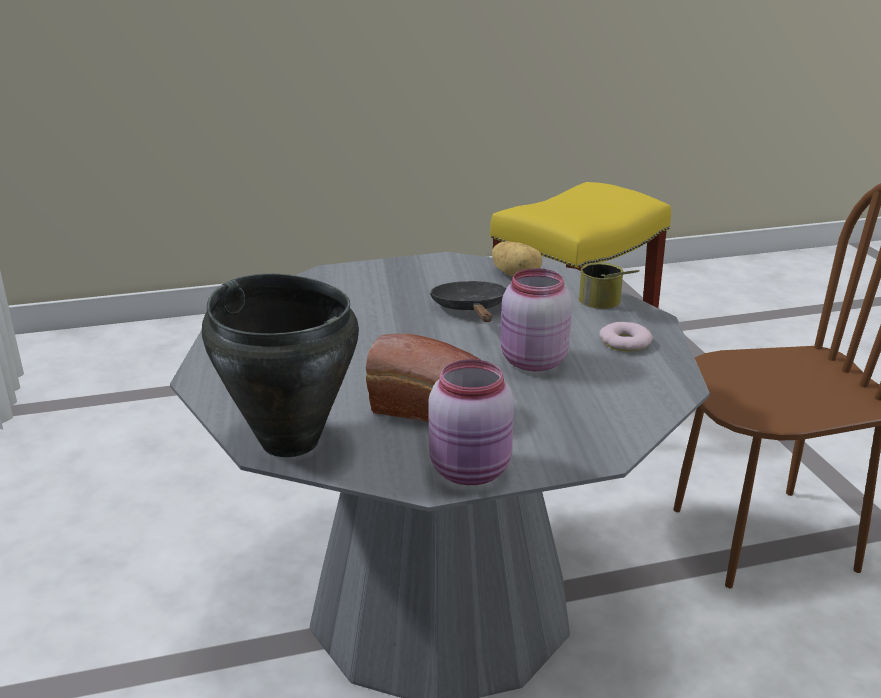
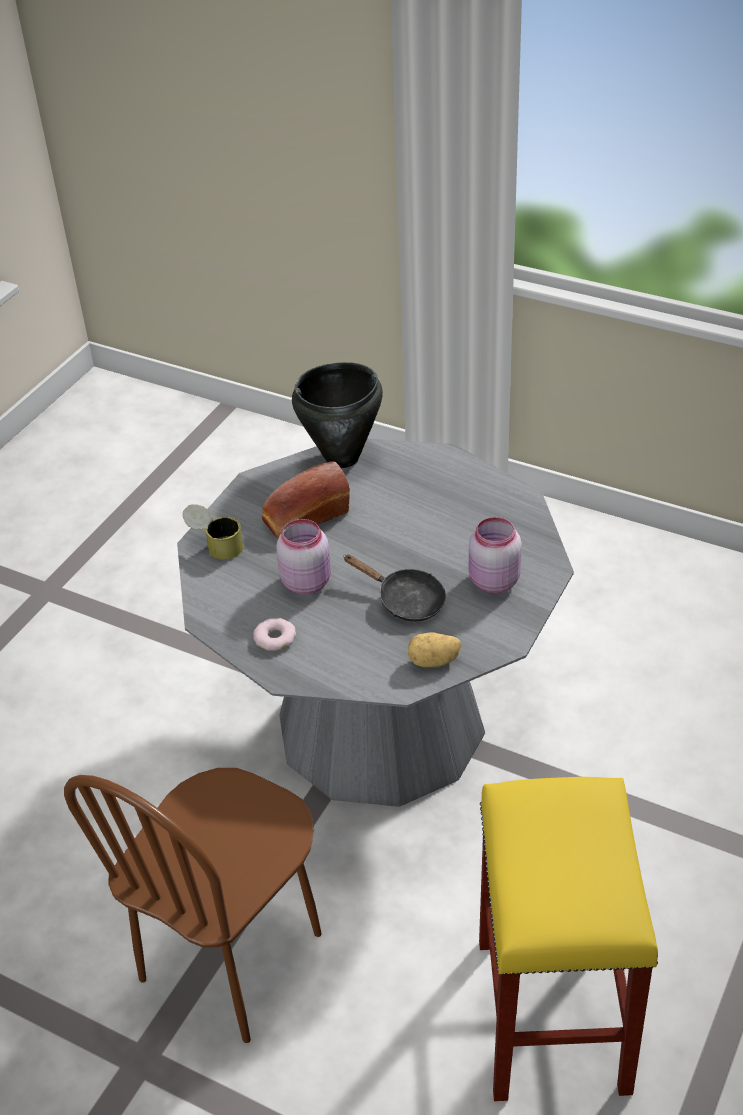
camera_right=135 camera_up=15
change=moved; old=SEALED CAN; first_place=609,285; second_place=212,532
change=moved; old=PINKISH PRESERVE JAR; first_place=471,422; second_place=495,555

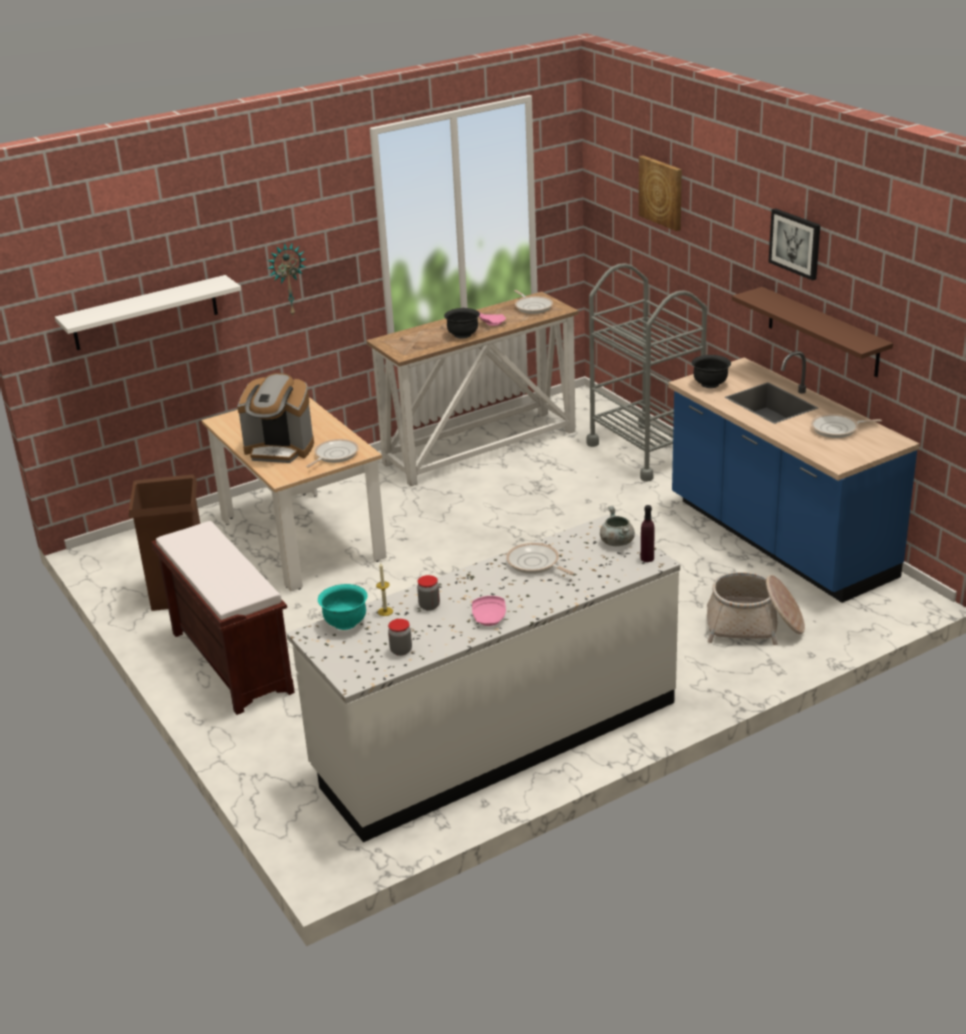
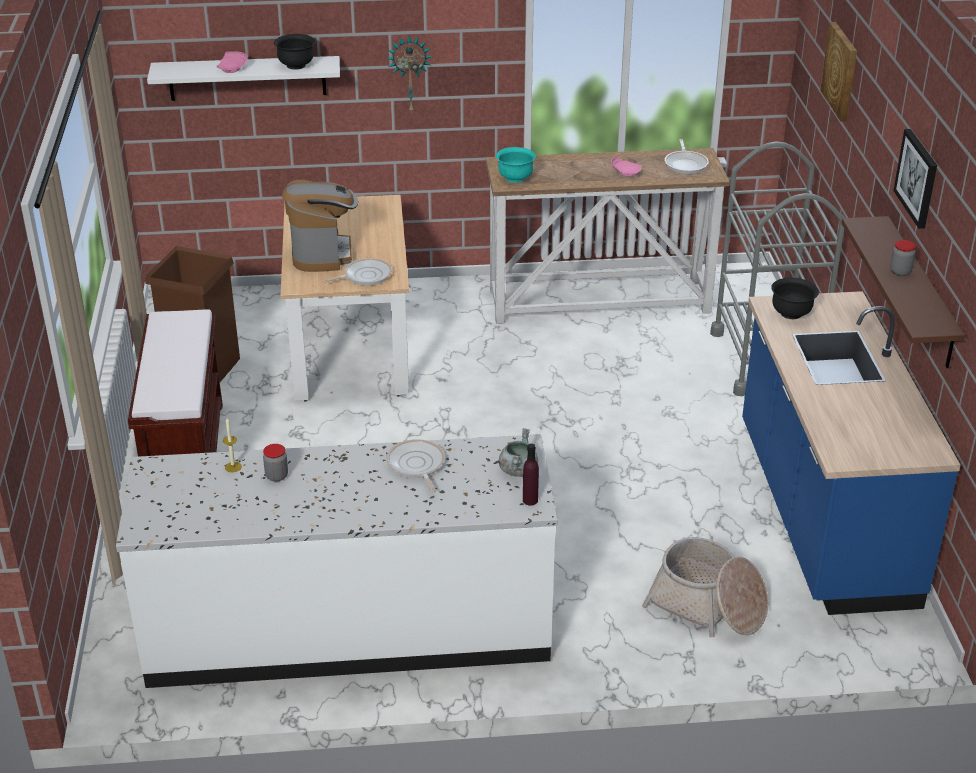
camera_right=25 camera_up=5
change=moved; old=BLACK-COLOURED DEEP DISH; first_place=462,323; second_place=295,52
change=turned; old=COFFEE MAKER; first_place=275,418; second_place=320,226; degrees=-135
change=removed; old=FRYING PAN; first_place=846,426
change=moved; old=TURQUOISE DEEP DISH; first_place=343,607; second_place=516,165
change=moved; old=PINKISH PLATE; first_place=489,611; second_place=232,62
change=moved; old=PRESERVE JAR; first_place=400,637; second_place=903,258

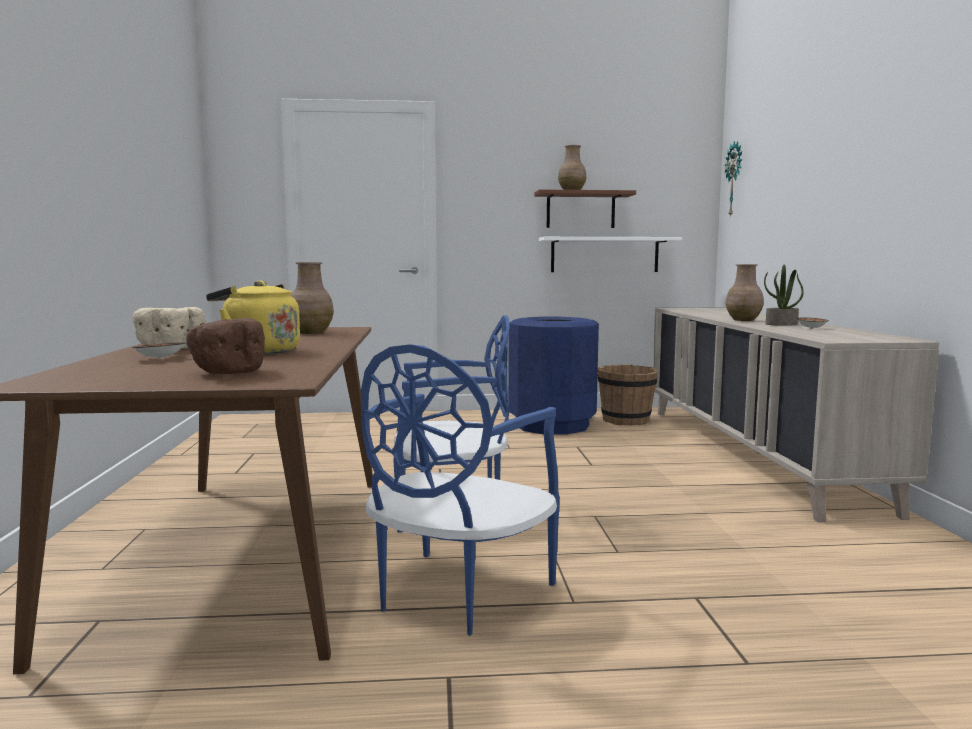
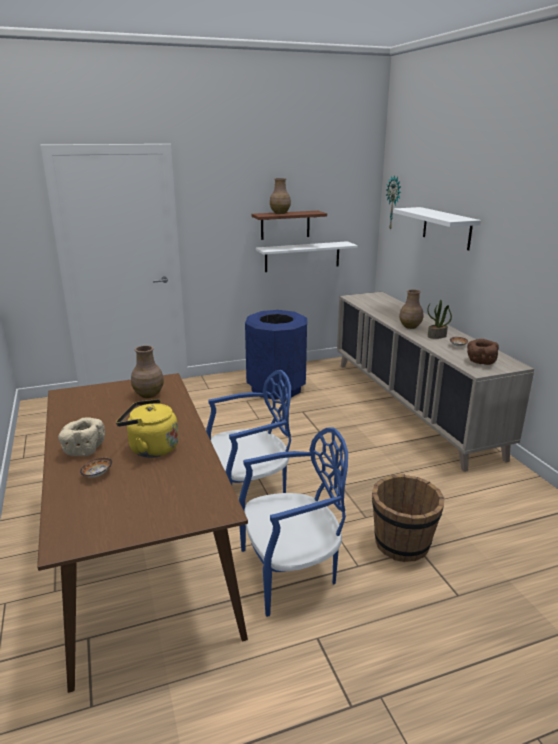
camera_right=-15 camera_up=15
change=moved; old=BROWNISH DEEP DISH; first_place=225,346; second_place=483,352
change=turned; old=BLUE PLAIN CHAIR; first_place=460,490; second_place=293,522; degrees=-120
change=moved; old=BROWNISH PAIL; first_place=628,394; second_place=408,518
change=added; new=WHITE-COLOURED SHELF; second_place=437,228

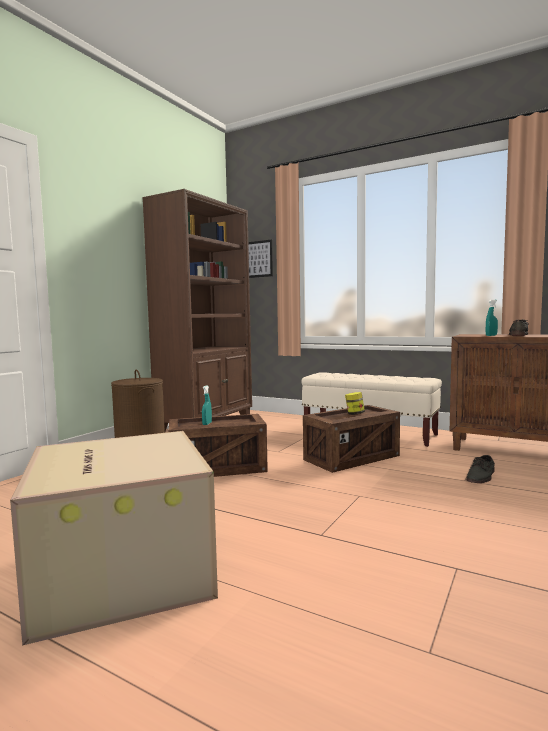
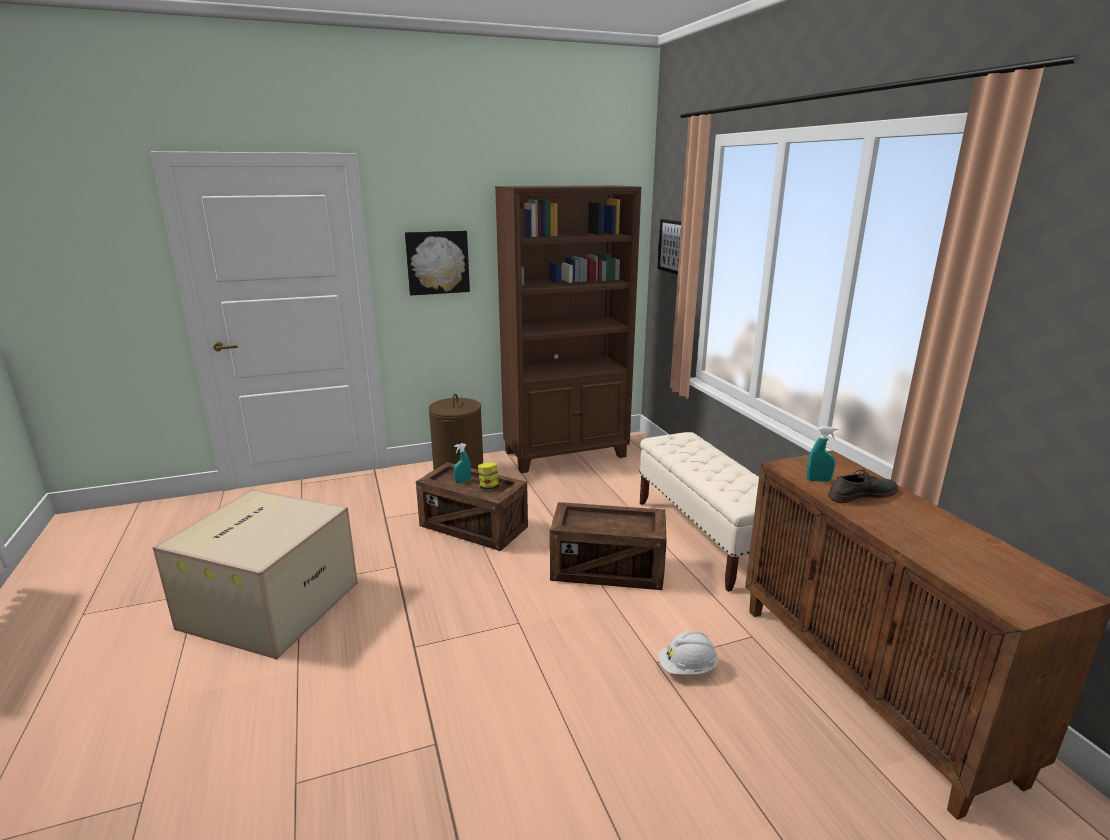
camera_right=40 camera_up=15
change=moved; old=PRESERVE JAR; first_place=355,403; second_place=488,476
change=replaced; old=GRAY ITEM OF FOOTWEAR; new=WHITE-COLOURED SAFETY HELMET; first_place=480,469; second_place=688,653
change=added; new=WALL PICTURE; second_place=437,262

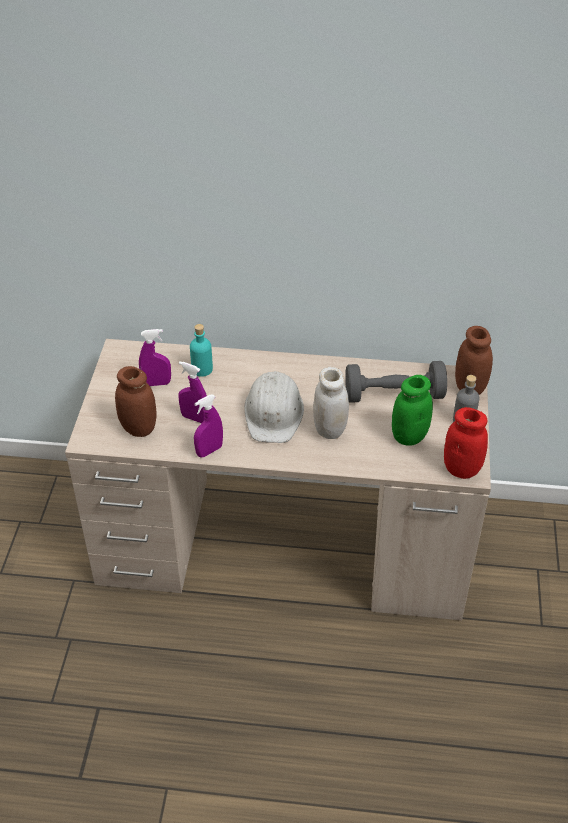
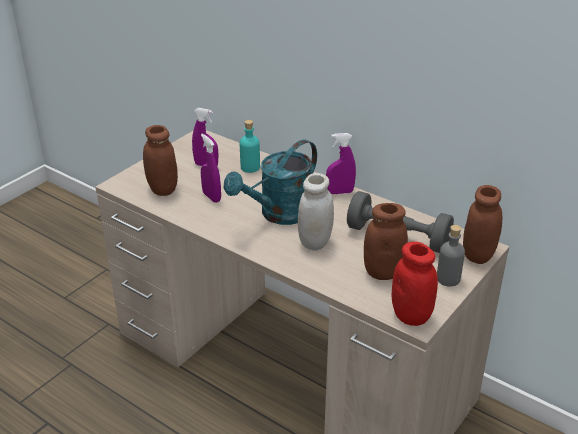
camera_right=30 camera_up=-10
change=replaced; old=WHITE-COLOURED SAFETY HELMET; new=TURQUOISE WATERING CAN; first_place=274,407; second_place=270,182
change=recoloured; old=GREEN PRESERVE JAR; new=BROWNISH PRESERVE JAR; first_place=412,410; second_place=386,241
change=moved; old=PURPLISH SPRAY BOTTLE; first_place=208,426; second_place=341,163

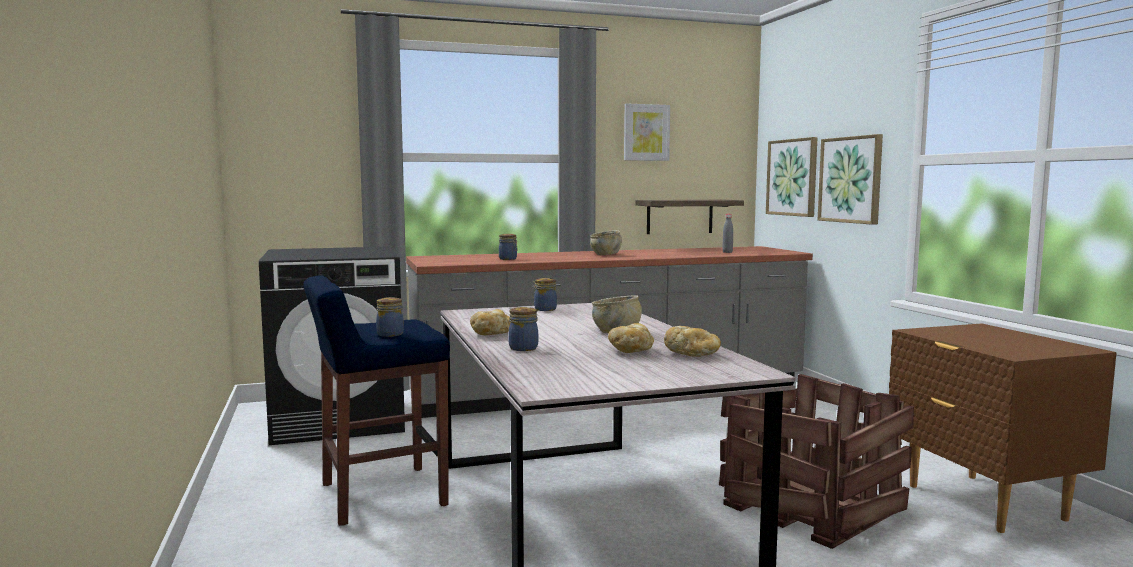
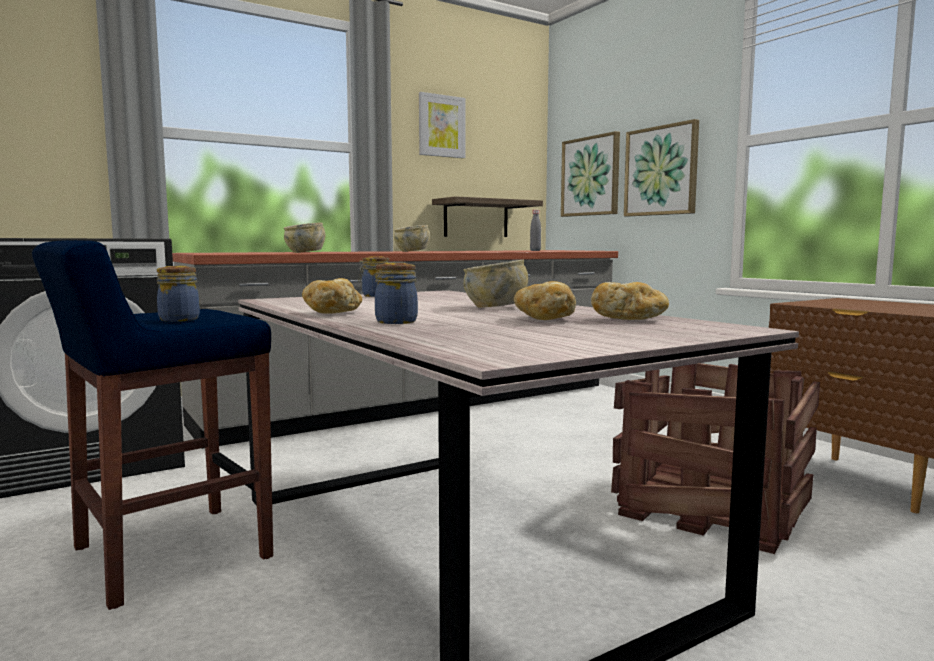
camera_right=-15 camera_up=0
change=replaced; old=PRESERVE JAR; new=BEIGE-COLOURED DEEP DISH; first_place=508,247; second_place=304,237

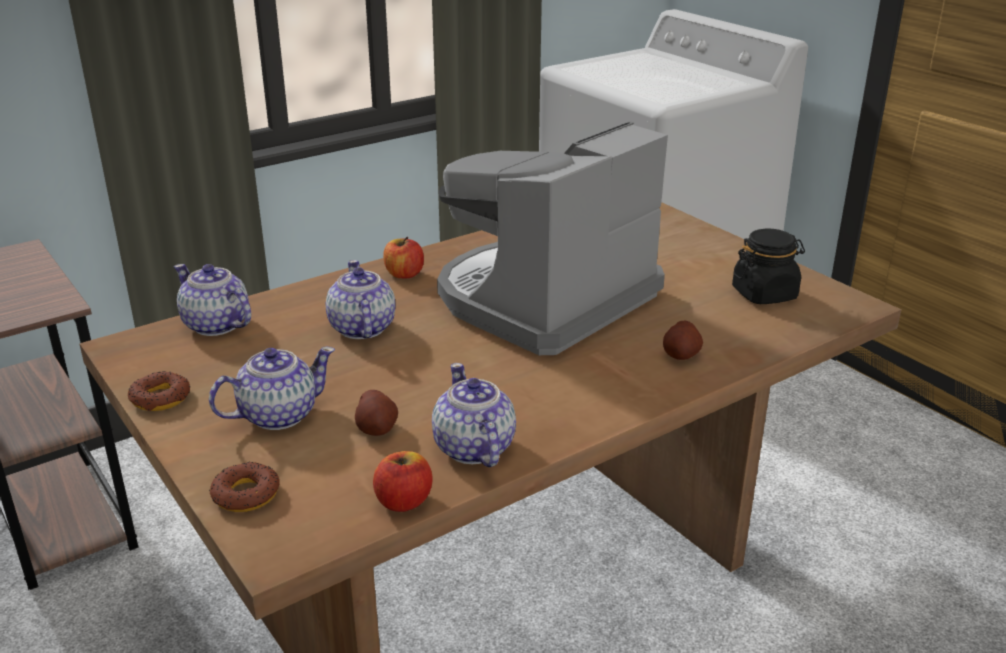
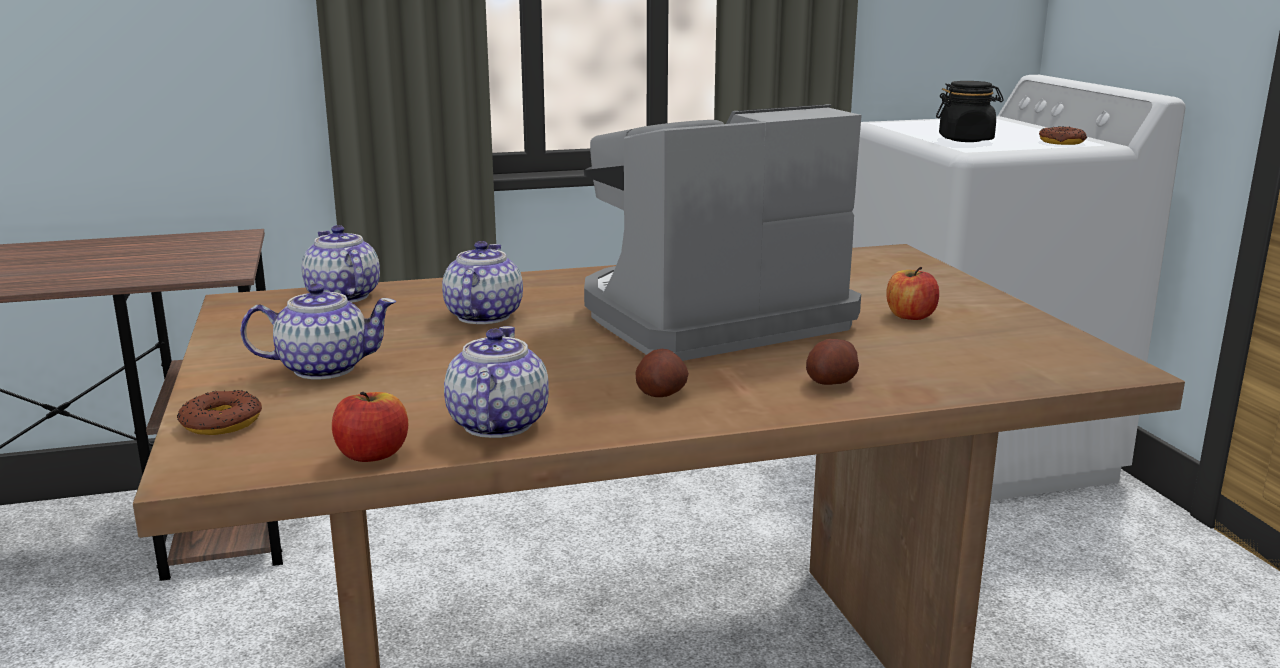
camera_right=20 camera_up=-10
change=moved; old=BLACK-COLOURED PRESERVE JAR; first_place=768,266; second_place=970,111
change=moved; old=APPLE FRUIT; first_place=403,257; second_place=912,293
change=moved; old=DOUGHNUT; first_place=159,391; second_place=1063,135
change=moved; old=POTATO; first_place=376,413; second_place=662,373

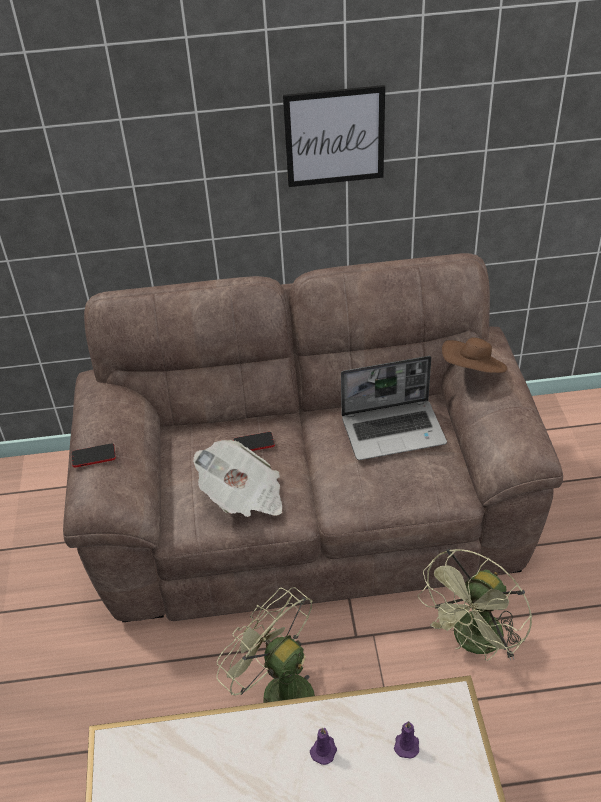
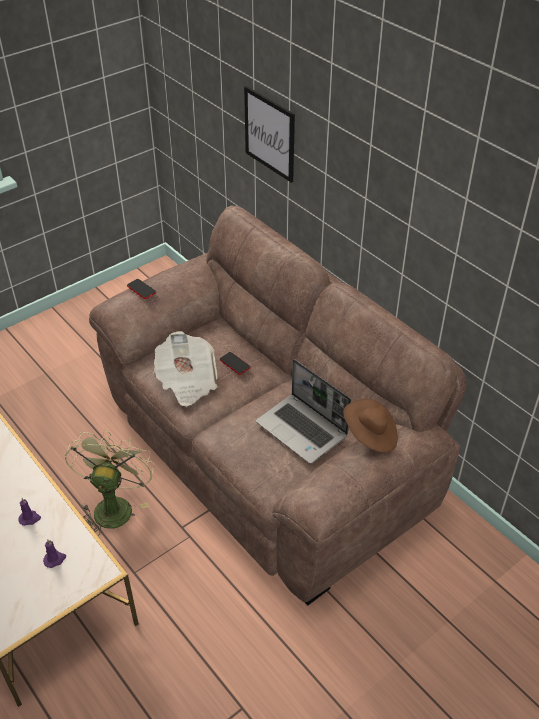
camera_right=55 camera_up=0
change=moved; old=WALL PICTURE; first_place=334,136; second_place=269,134
change=removed; old=GREEN FAN; first_place=474,605

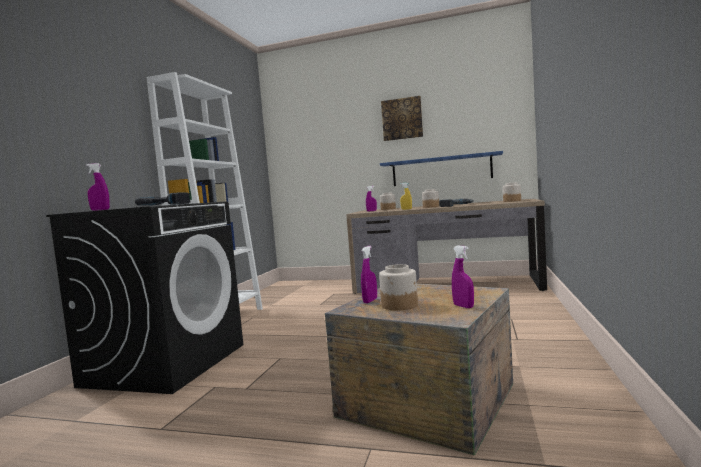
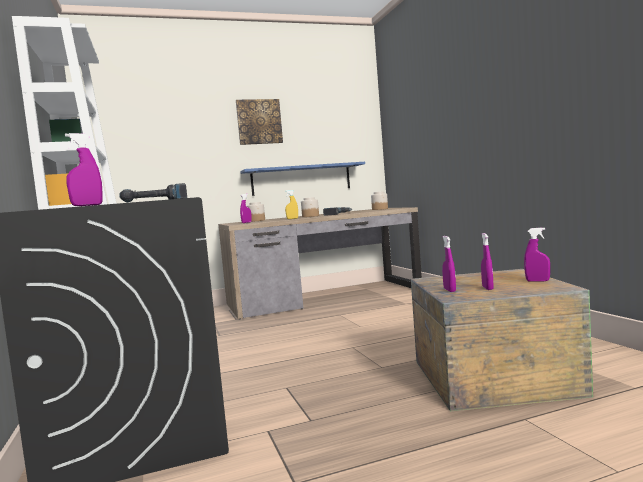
camera_right=-35 camera_up=0
change=replaced; old=PRESERVE JAR; new=PURPLISH SPRAY BOTTLE; first_place=398,287; second_place=487,261

